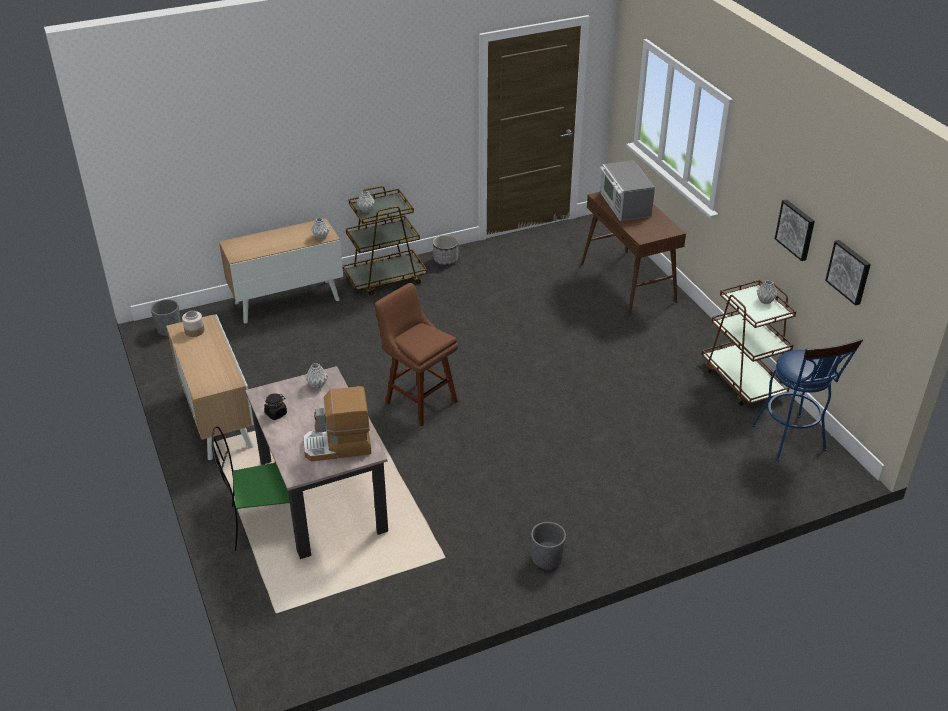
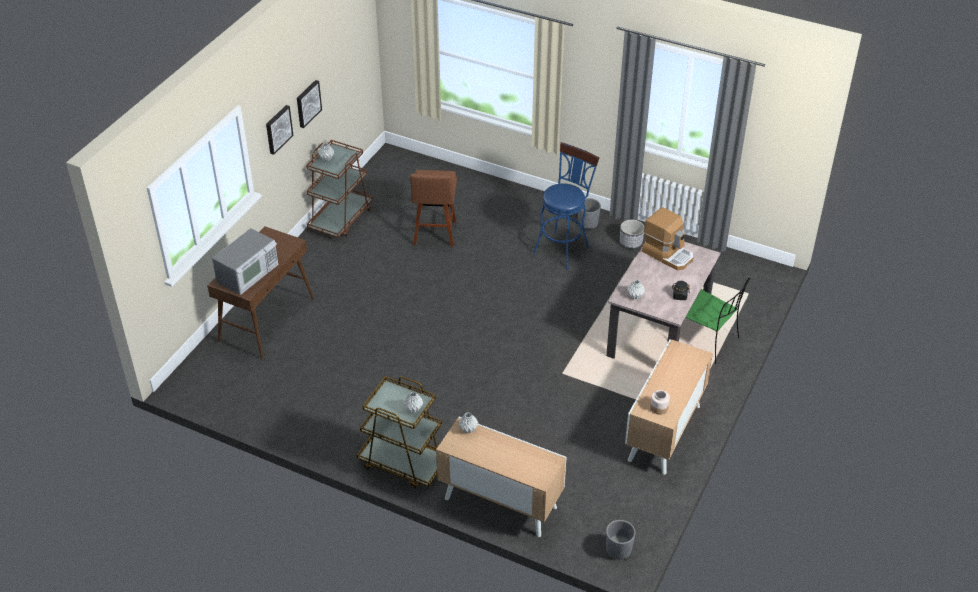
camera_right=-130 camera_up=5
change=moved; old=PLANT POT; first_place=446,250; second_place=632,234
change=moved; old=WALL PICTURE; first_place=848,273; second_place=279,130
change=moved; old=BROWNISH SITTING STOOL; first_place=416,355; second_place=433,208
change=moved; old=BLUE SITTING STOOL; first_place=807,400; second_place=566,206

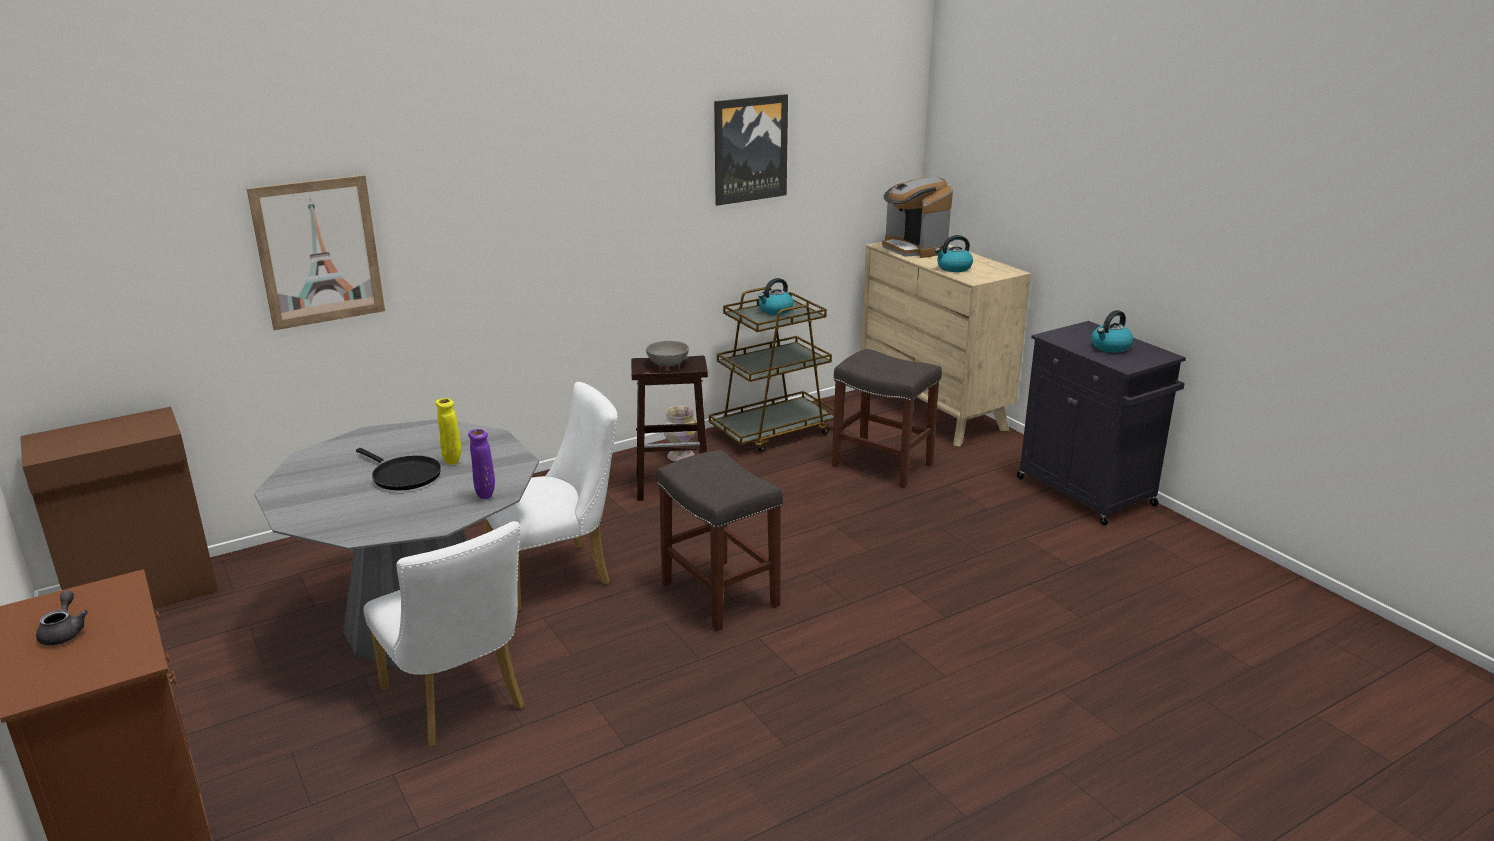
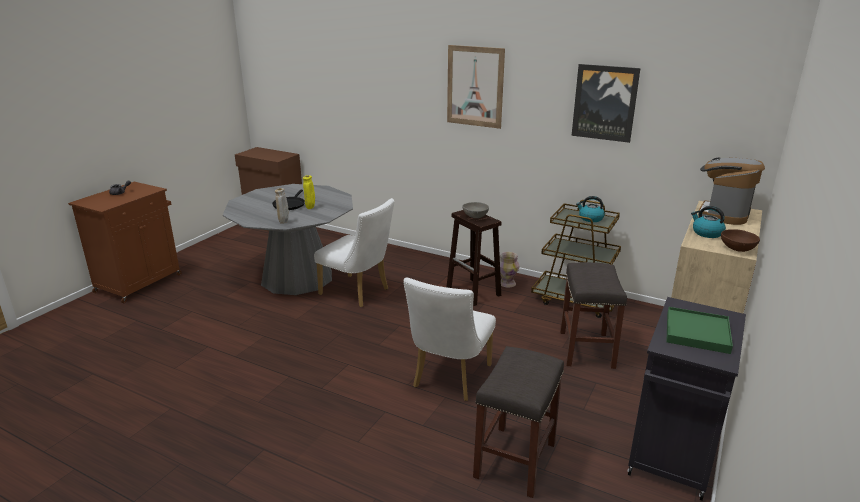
camera_right=60 camera_up=0
change=moved; old=WALL PICTURE; first_place=316,252; second_place=476,87
change=replaced; old=WATER KETTLE; new=GREEN TRAY; first_place=1112,331; second_place=699,330
change=recoloured; old=PURPLISH DECORATIVE VASE; new=BEIGE-COLOURED DECORATIVE VASE; first_place=481,464; second_place=282,206
change=moved; old=GRAY SITTING STOOL; first_place=720,540; second_place=518,422
change=moved; old=WHITE-COLOURED PLAIN CHAIR; first_place=443,634; second_place=449,339
change=added; new=BROWNISH DEEP DISH; second_place=740,240

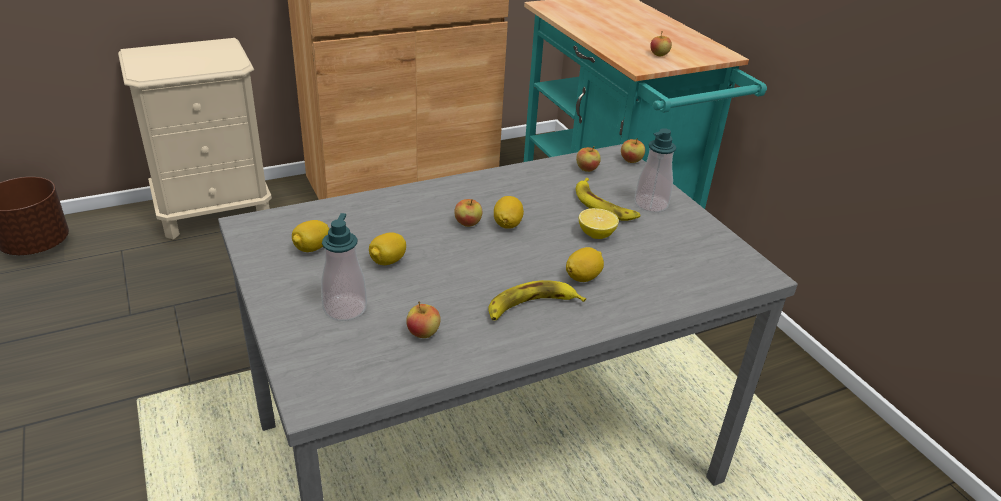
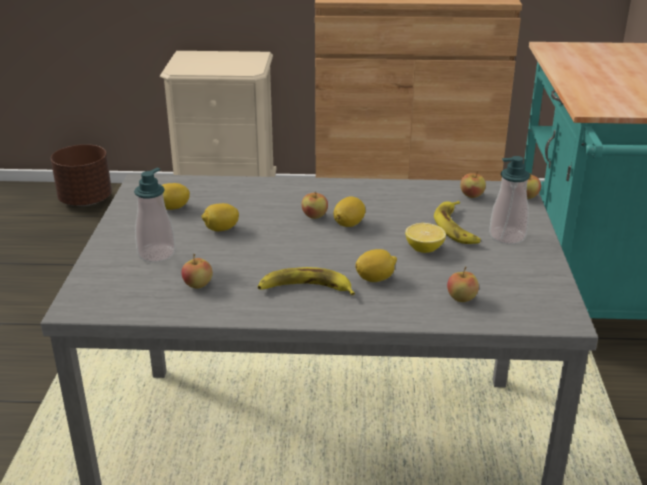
camera_right=30 camera_up=-5
change=moved; old=APPLE FRUIT; first_place=661,44; second_place=463,284

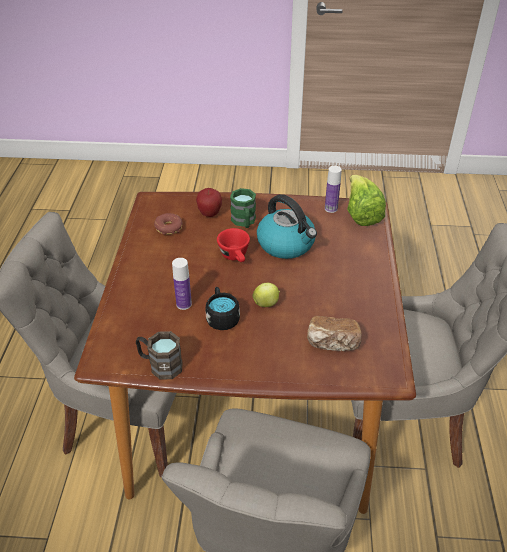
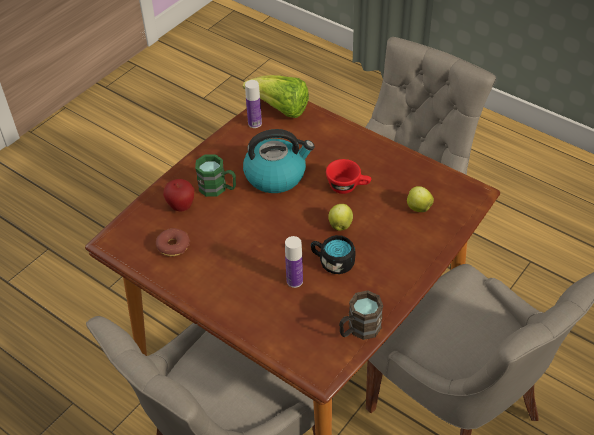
camera_right=-55 camera_up=5
change=moved; old=REDDISH SMALL CUP; first_place=233,245; second_place=348,176
change=replaced; old=BAKED BREAD; new=APPLE FRUIT; first_place=334,333; second_place=420,199

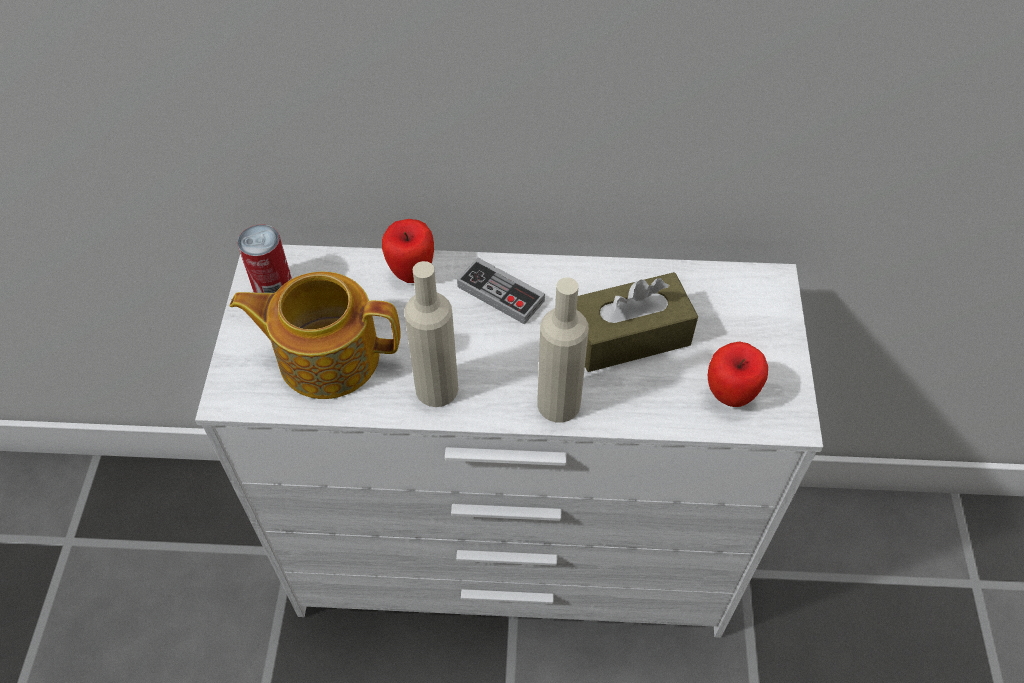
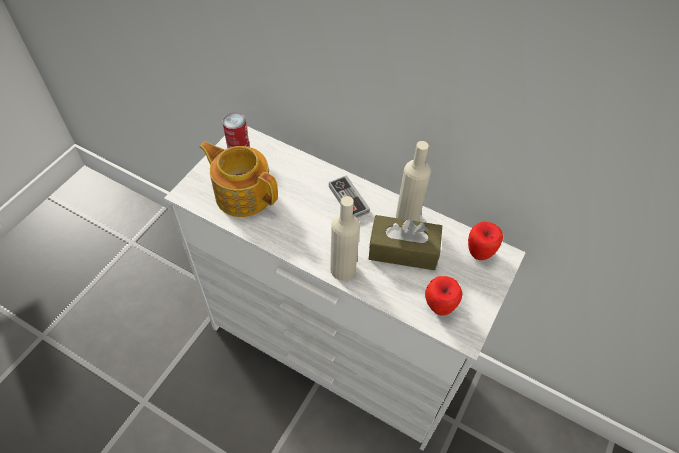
camera_right=25 camera_up=0
change=moved; old=APPLE FRUIT; first_place=408,251; second_place=485,241
change=moved; old=BEIGE-COLOURED BOTTLE; first_place=431,334; second_place=413,181

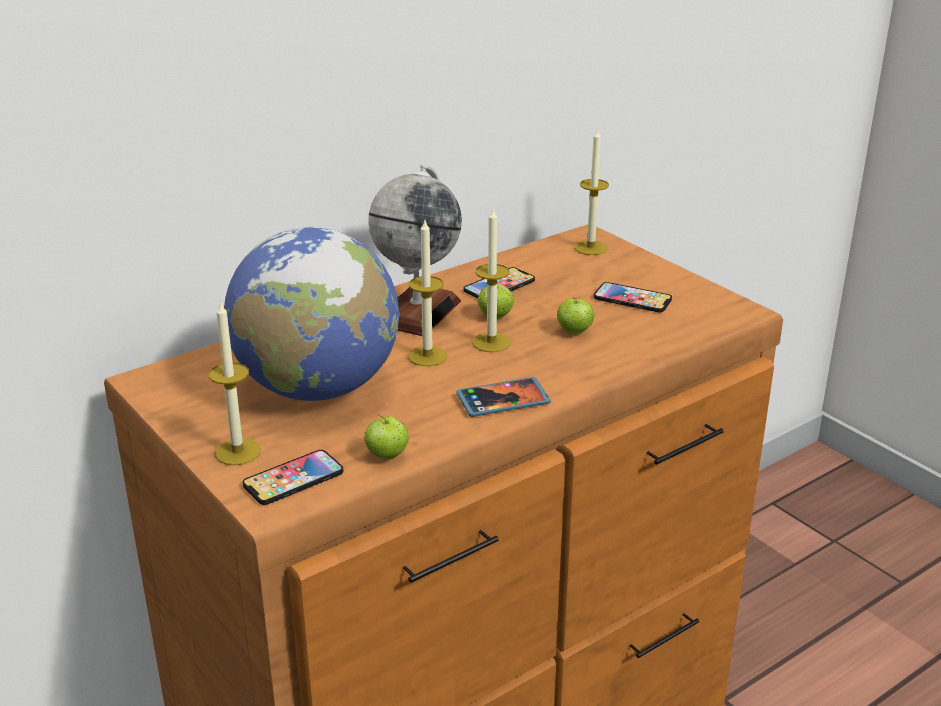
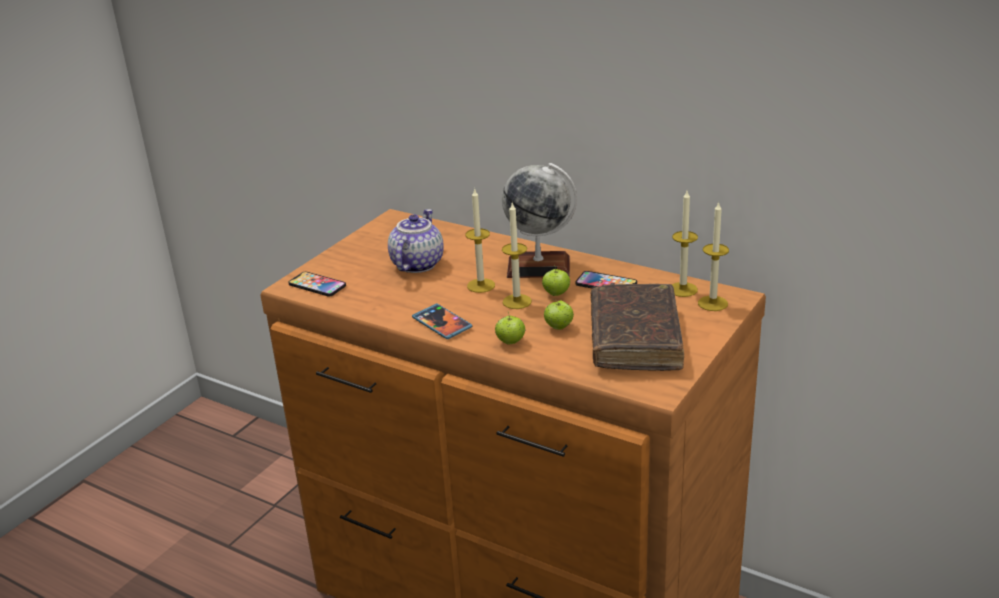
camera_right=70 camera_up=0
change=replaced; old=WORLD GLOBE; new=TEA POT; first_place=312,314; second_place=416,241
change=replaced; old=HANDSET; new=BROWNISH BOOK; first_place=633,297; second_place=637,327
change=moved; old=CANDLE; first_place=235,382; second_place=685,244
change=moved; old=APPLE FRUIT; first_place=386,437; second_place=510,328

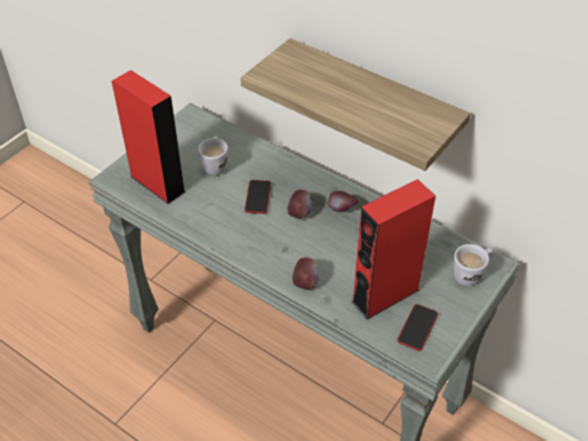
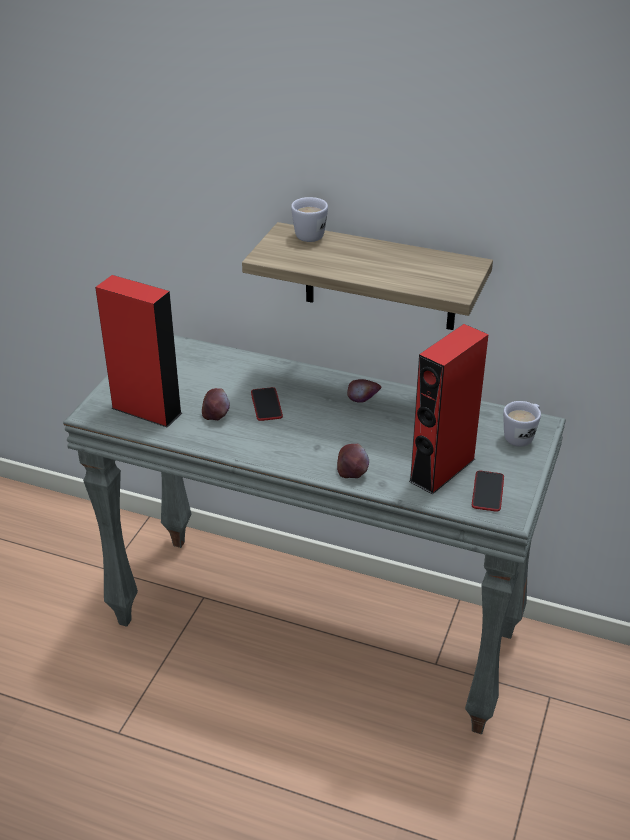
camera_right=-15 camera_up=-10
change=moved; old=WHITE-COLOURED TEA MUG; first_place=213,155; second_place=309,219
change=moved; old=APPLE FRUIT; first_place=300,204; second_place=216,404

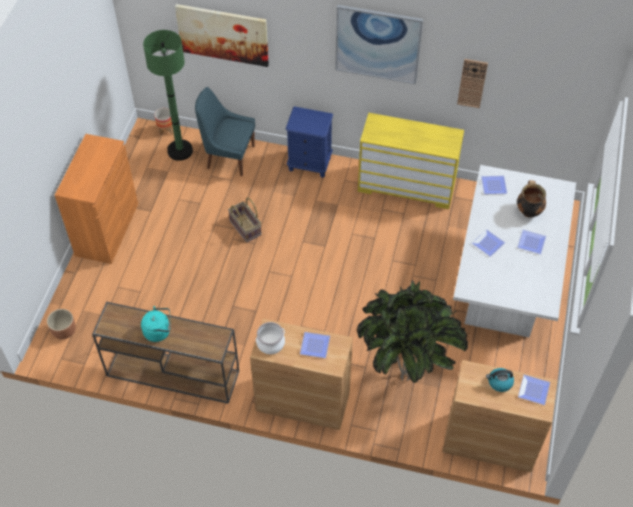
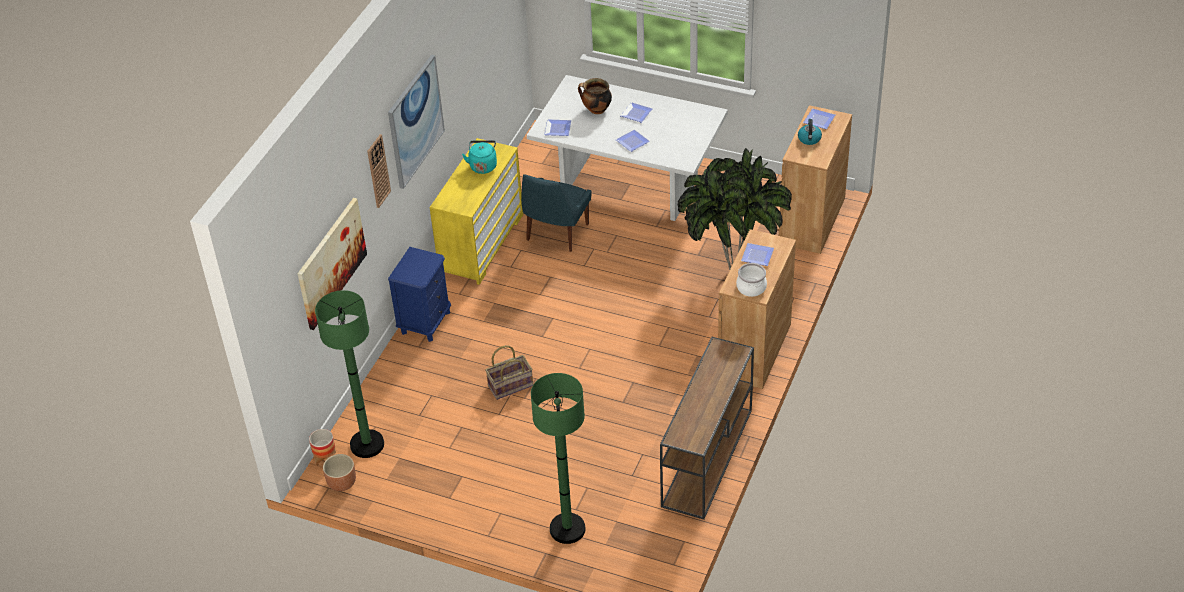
camera_right=-80 camera_up=-10
change=moved; old=HANGING CLOCK; first_place=472,83; second_place=379,171
change=moved; old=BLUE PLAIN CHAIR; first_place=225,131; second_place=556,213
change=removed; old=ORANGEY CUPBOARD; first_place=96,199
change=moved; old=TURQUOISE WATER KETTLE; first_place=155,324; second_place=479,157
change=moved; old=BROWNISH PLANT POT; first_place=61,324; second_place=339,472
change=added; new=GREEN FLOOR LAMP; second_place=558,458

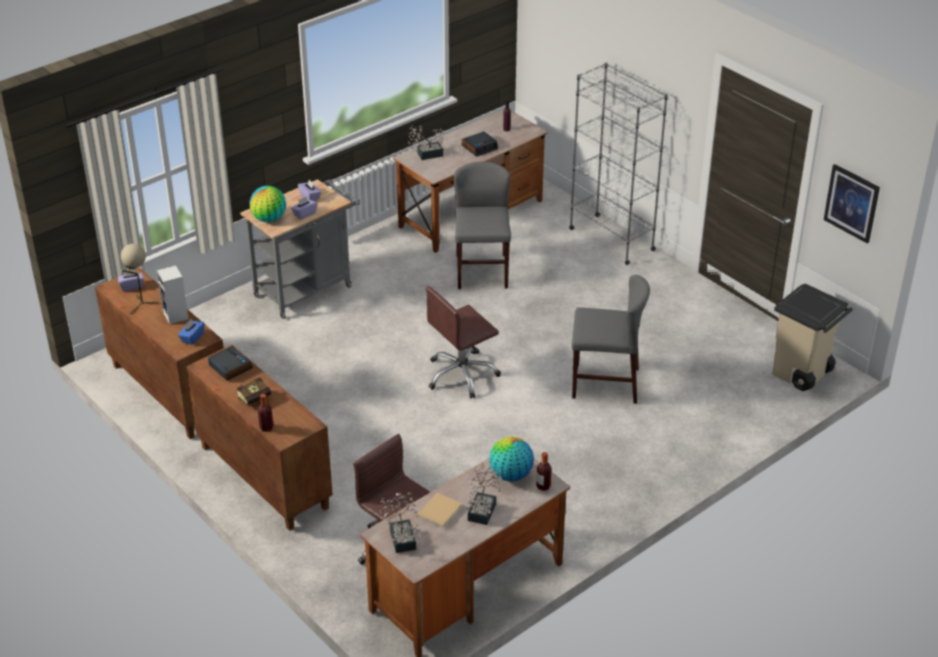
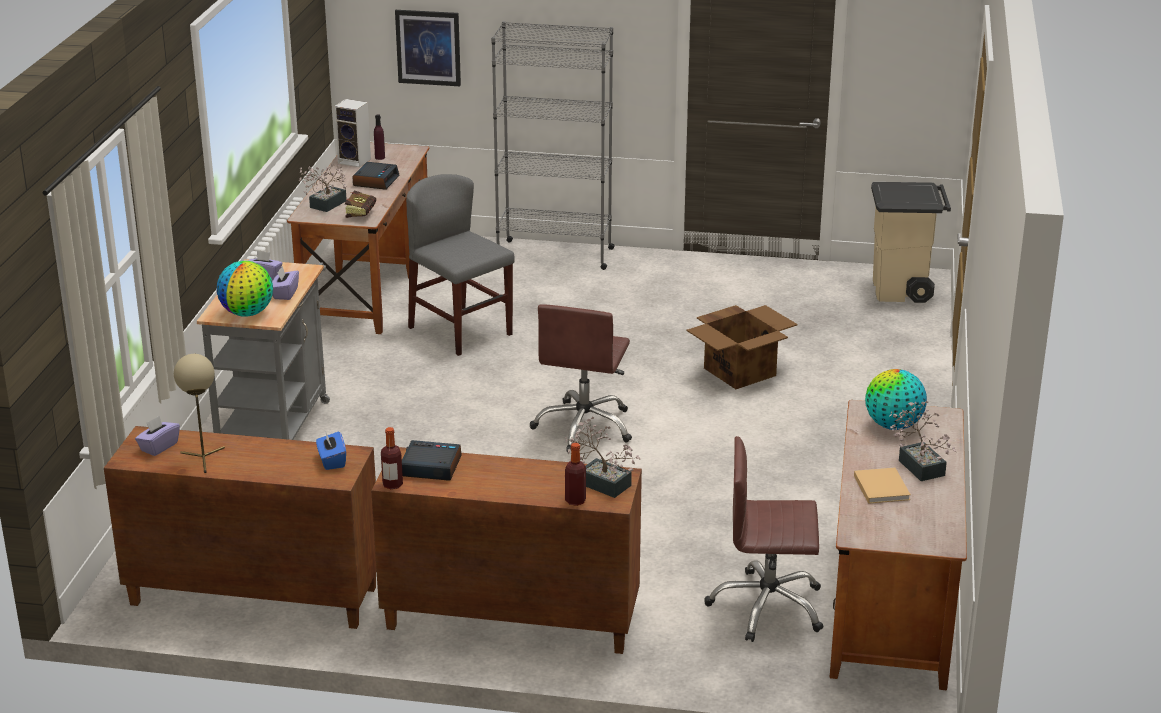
camera_right=-40 camera_up=-10
change=moved; old=WALL PICTURE; first_place=852,203; second_place=428,48
change=moved; old=SPEAKER; first_place=172,294; second_place=352,133
change=replaced; old=GRAY PLAIN CHAIR; new=CARTON; first_place=611,339; second_place=742,347
change=moved; old=BOOK; first_place=254,391; second_place=360,204
change=moved; old=BOTTLE; first_place=544,471; second_place=392,458
change=moved; old=HOUSEPLANT; first_place=400,523; second_place=603,457

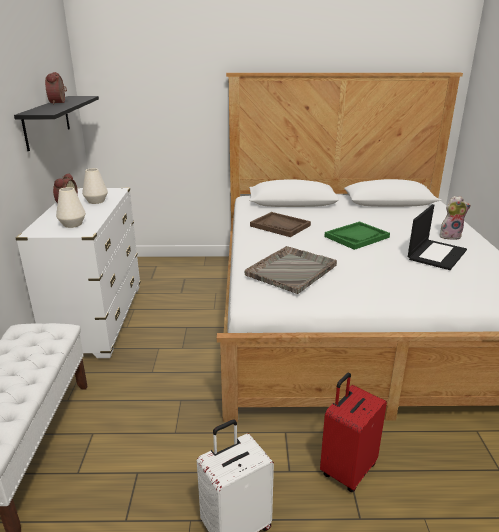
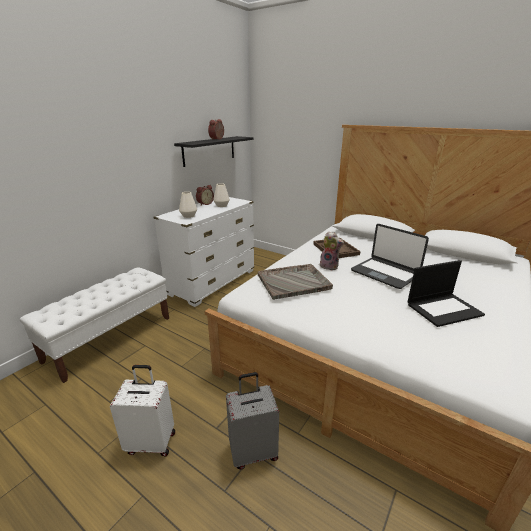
camera_right=35 camera_up=0
change=moved; old=PLUSH TOY; first_place=455,218; second_place=331,251
change=replaced; old=GREEN TRAY; new=LAPTOP; first_place=357,236; second_place=390,256
change=recoloured; old=REDDISH TRAVEL CASE; new=GRAY TRAVEL CASE; first_place=353,432; second_place=252,420

